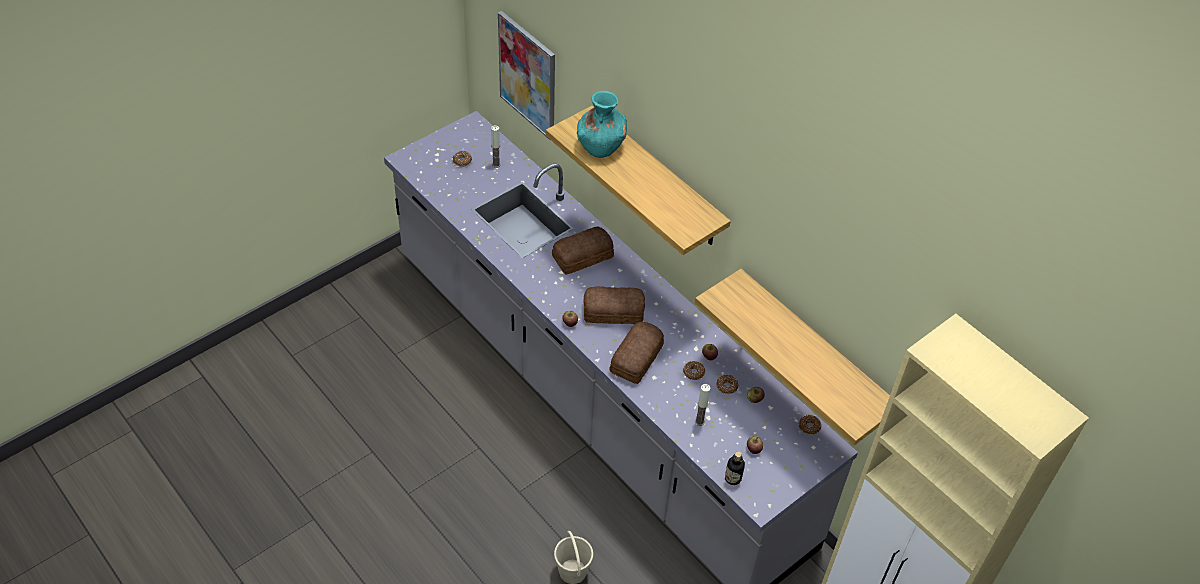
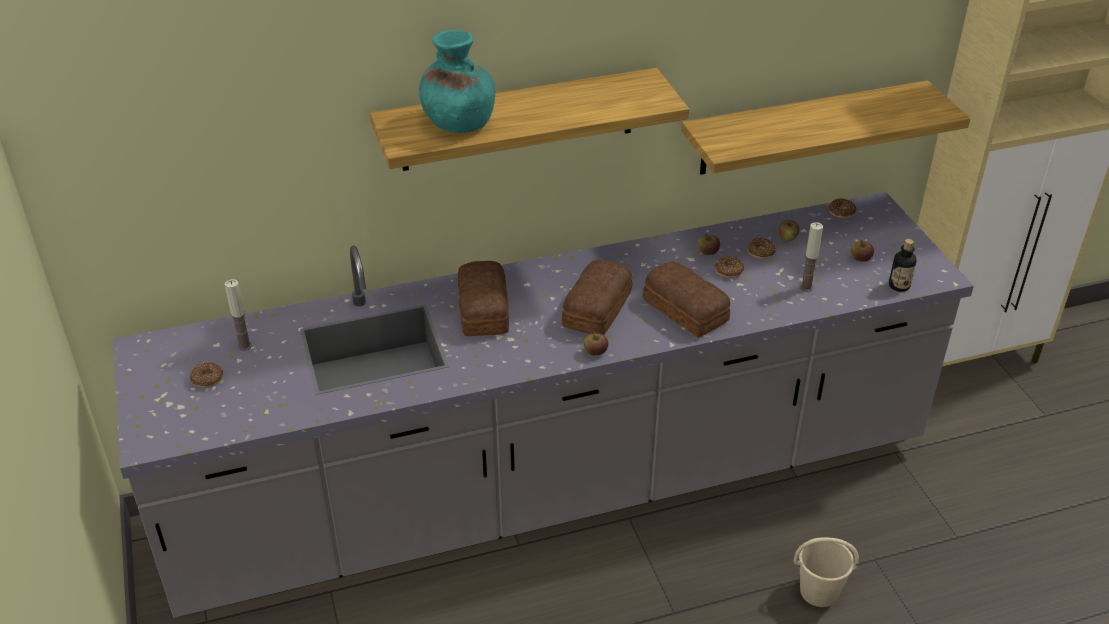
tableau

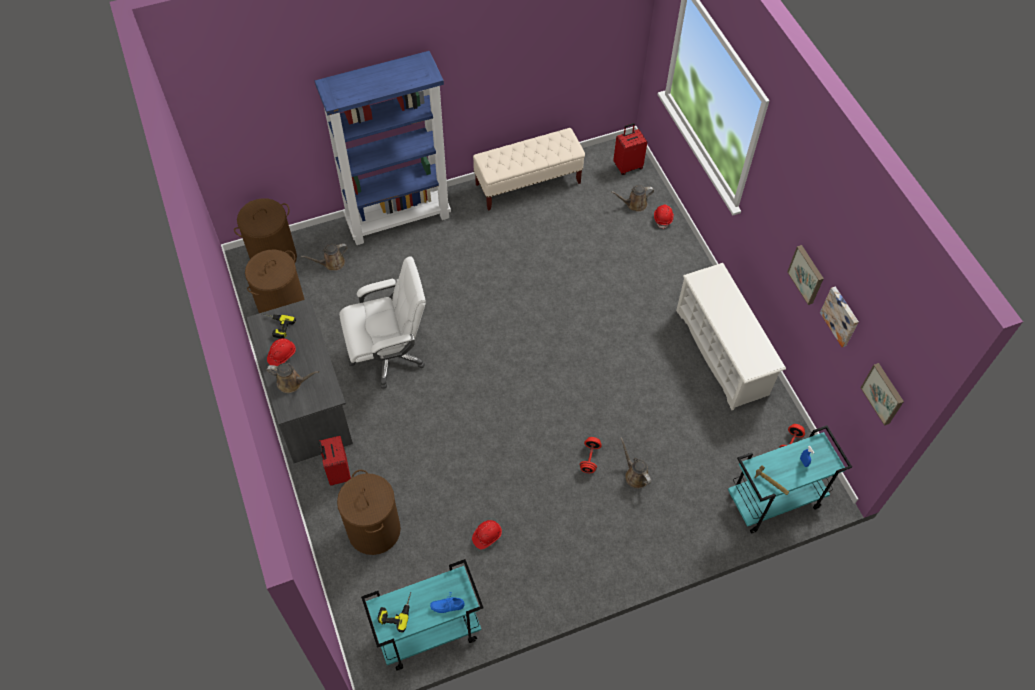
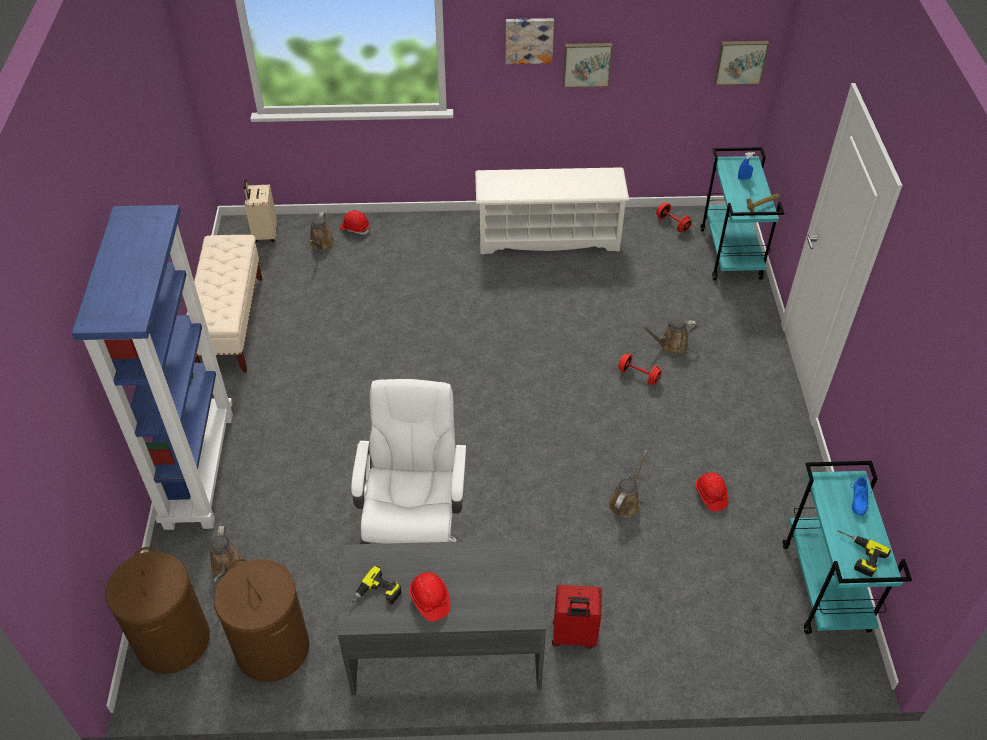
valise/beige
tableau (1st from left)
arrosoir/marron (3rd from left)
panier à linge/marron (3rd from left in the first image)

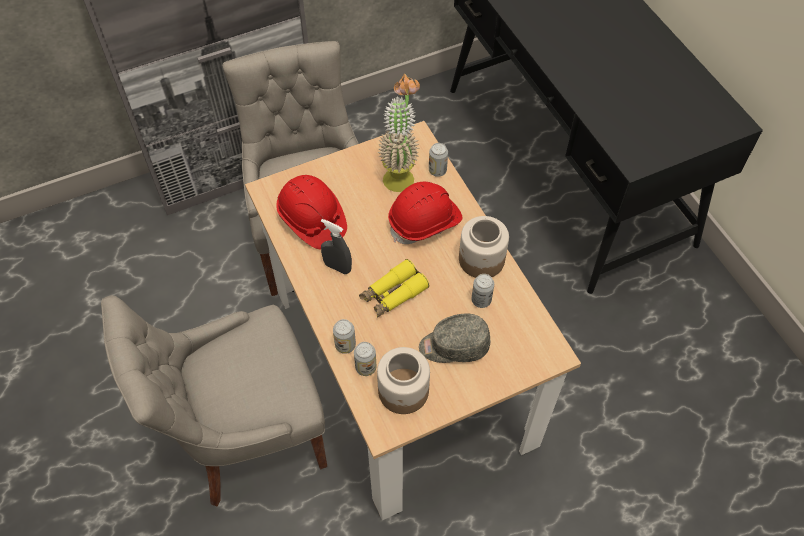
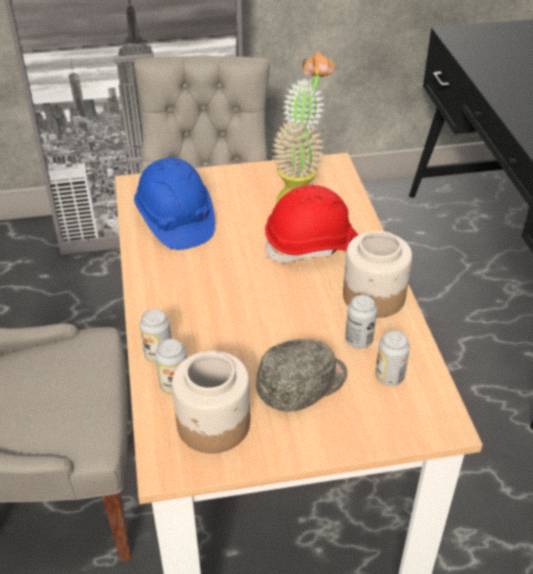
casque de chantier/bleu
casquette/gris
boîte métallique (4th from left)
vaporisateur/gris
jumelles/jaune

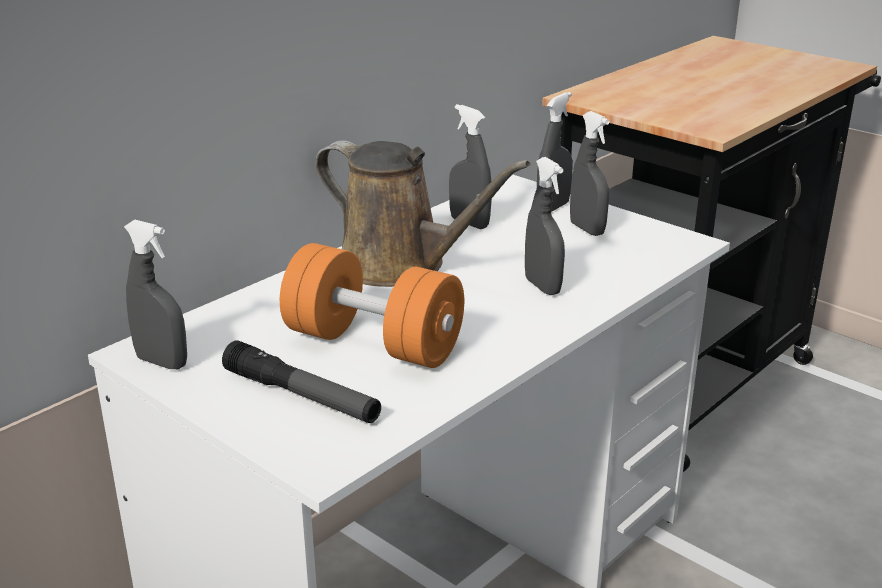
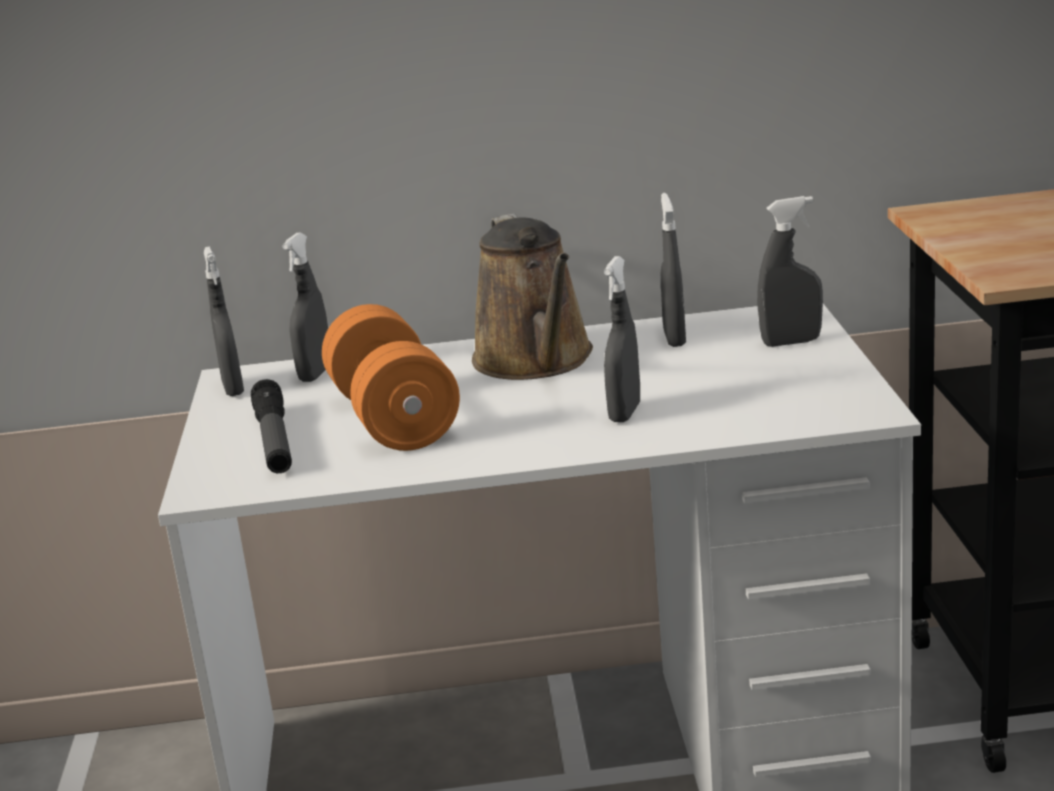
vaporisateur/gris (2nd from left)

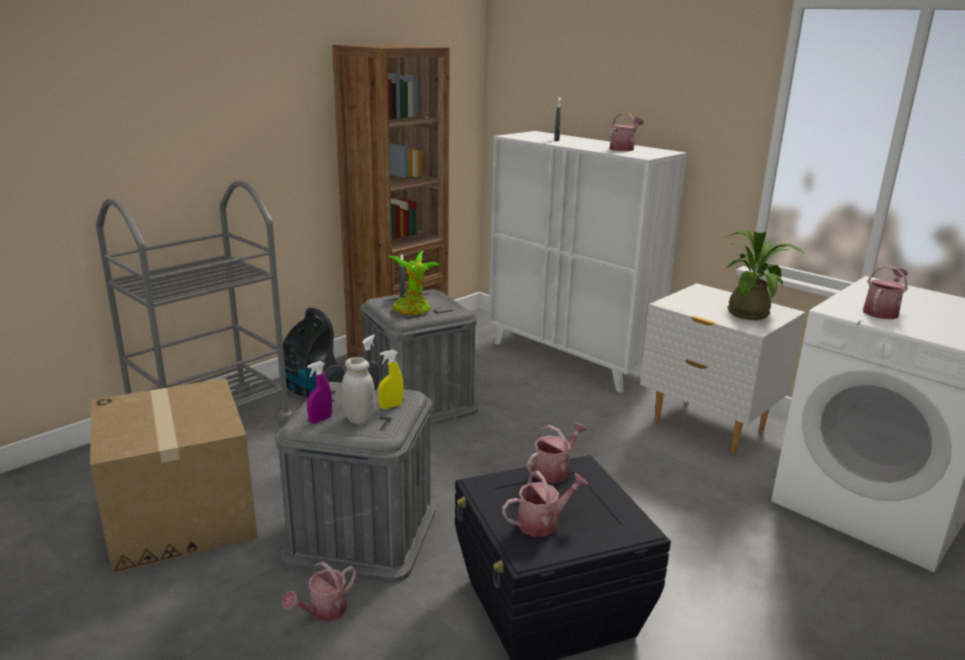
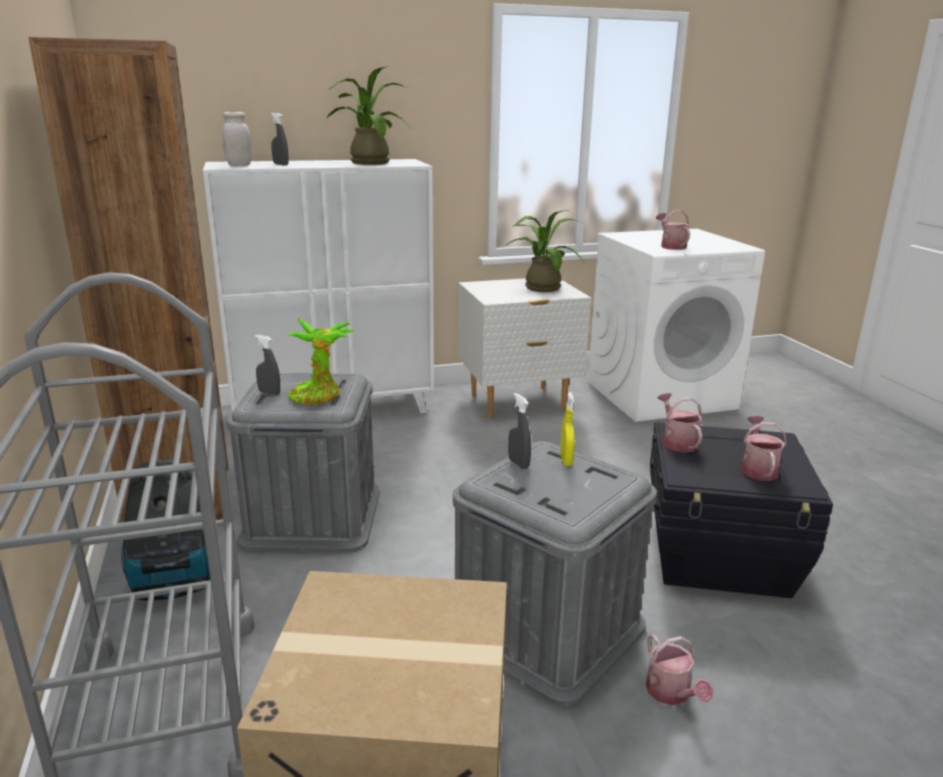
bocal/blanc
plante en pot (2nd from left)
vaporisateur/violet

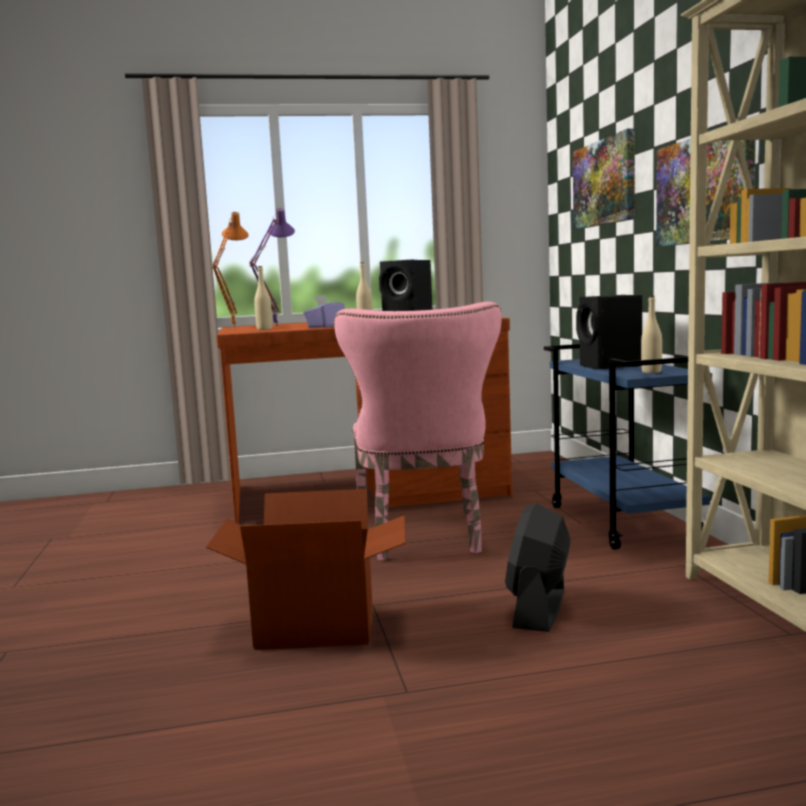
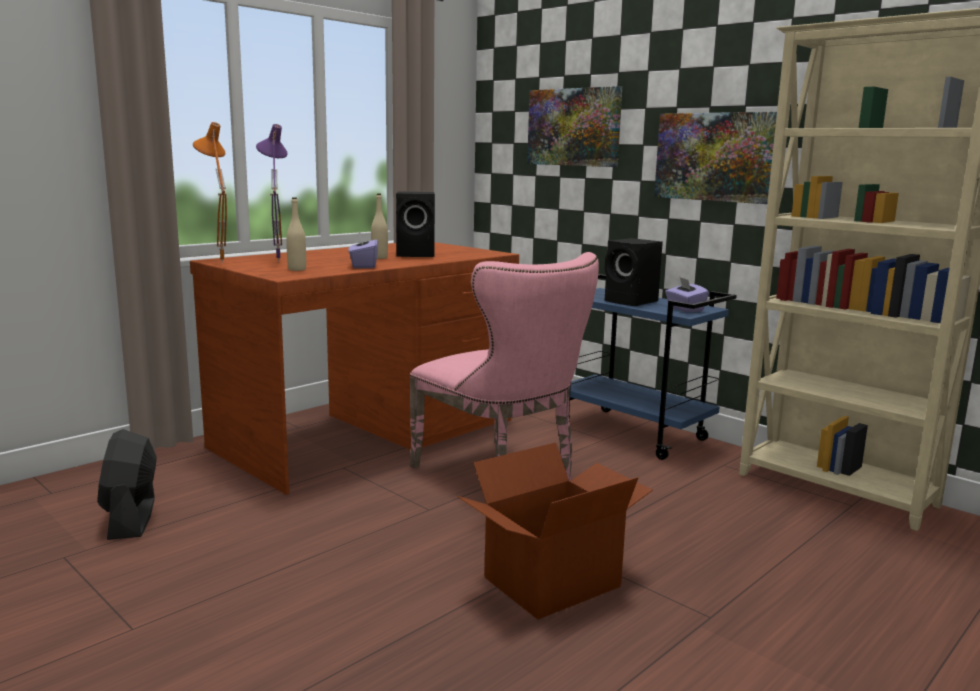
ventilateur/noir
boîte à mouchoirs/violet (2nd from left)

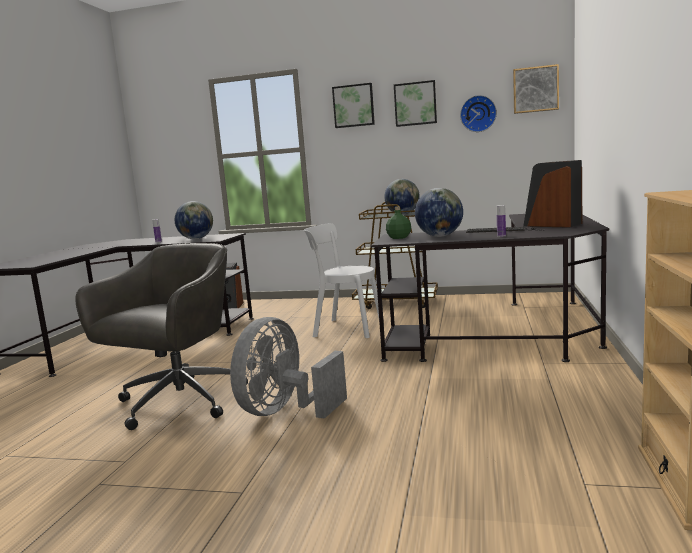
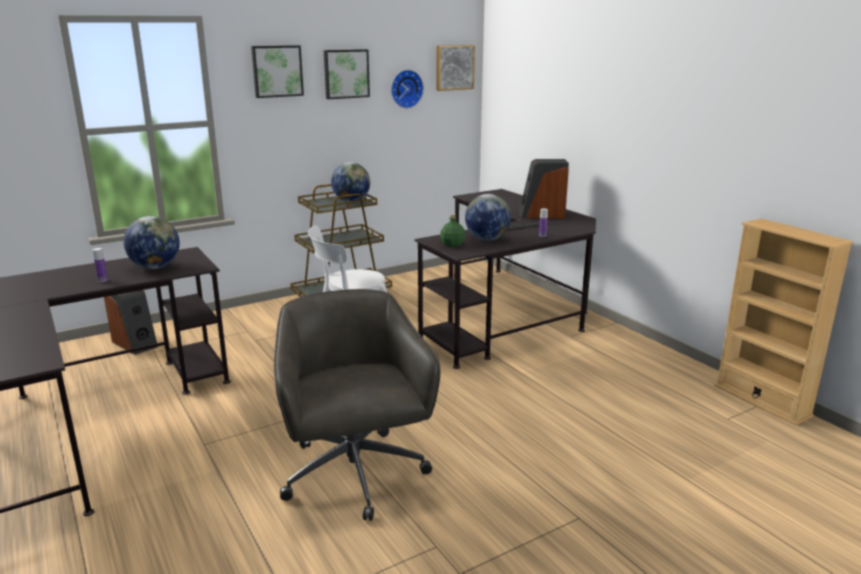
ventilateur/gris

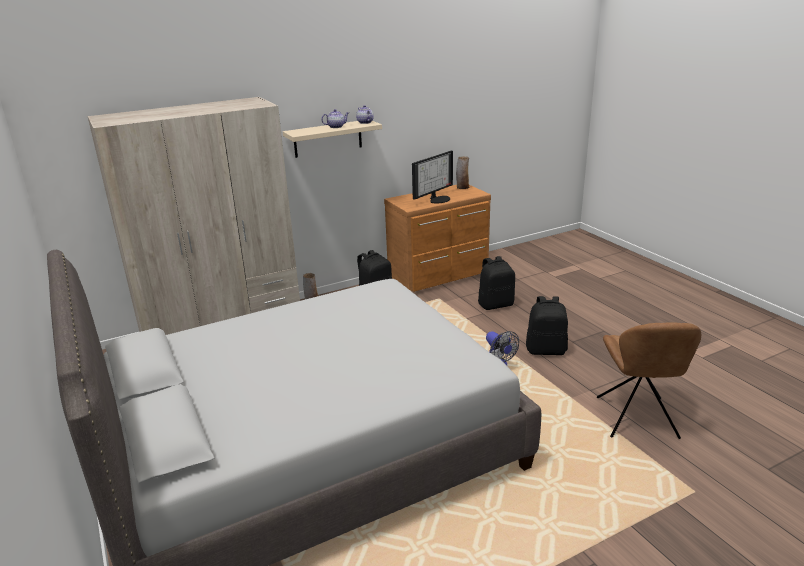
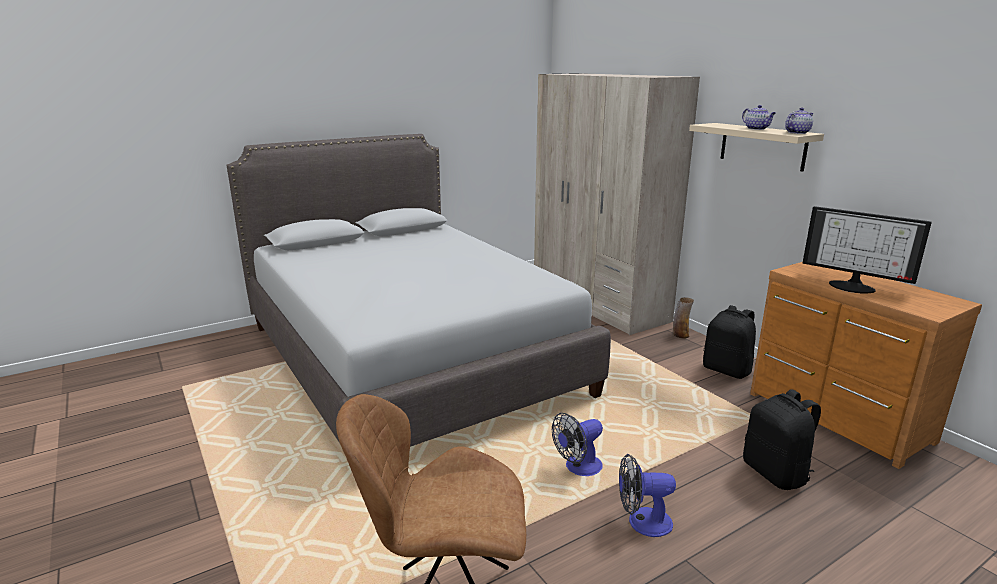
ventilateur (2nd from left)
vase (2nd from left in the first image)

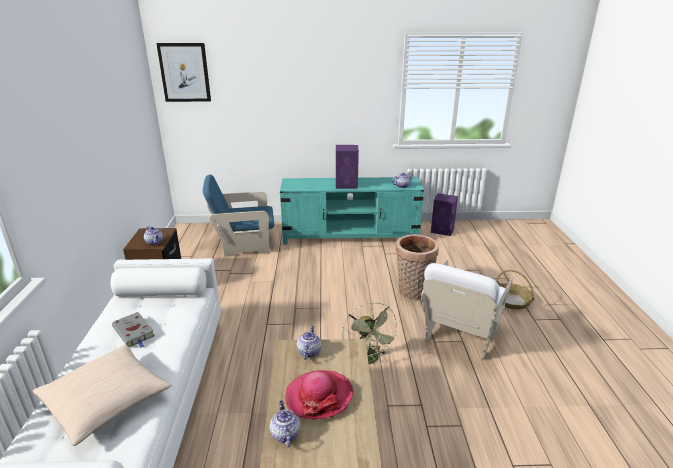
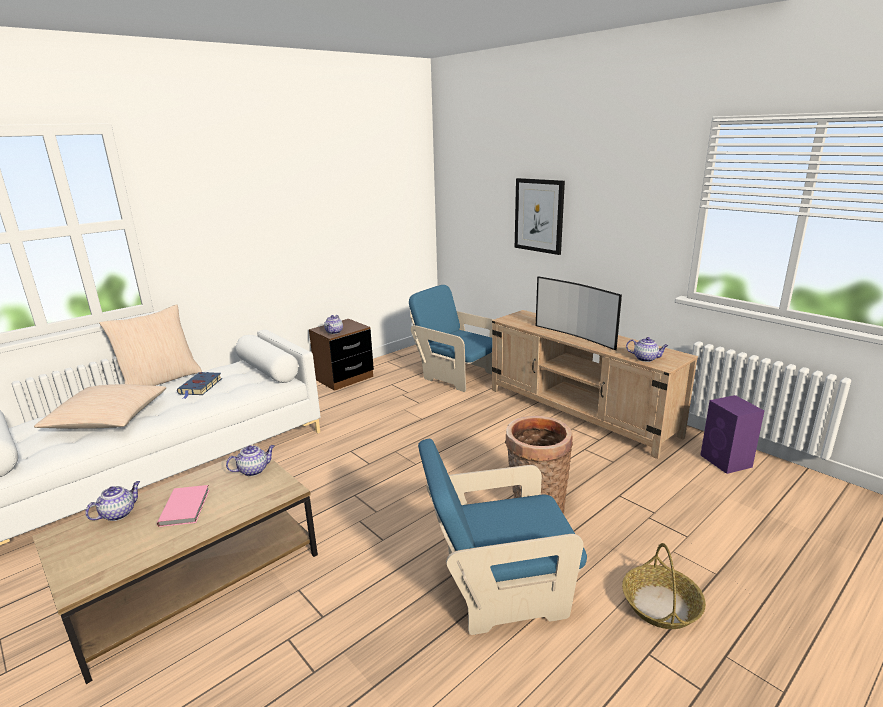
coussin/beige (2nd from left)
livre/rose
livre/bleu
fauteuil/bleu (2nd from left)
meuble télé/beige
tableau
téléviseur
ventilateur/vert

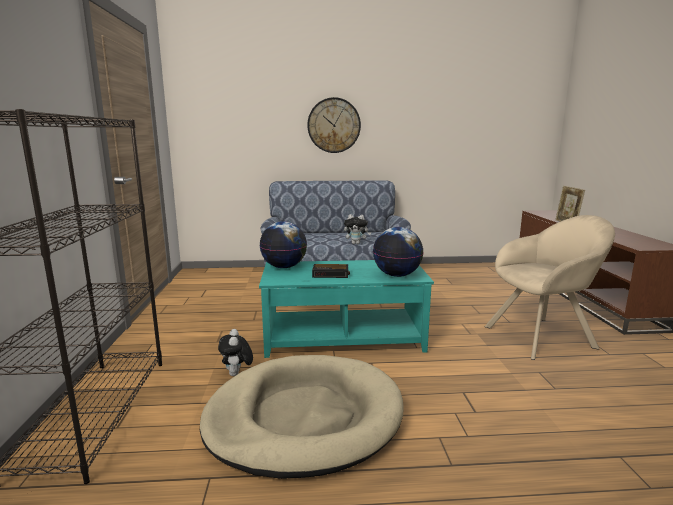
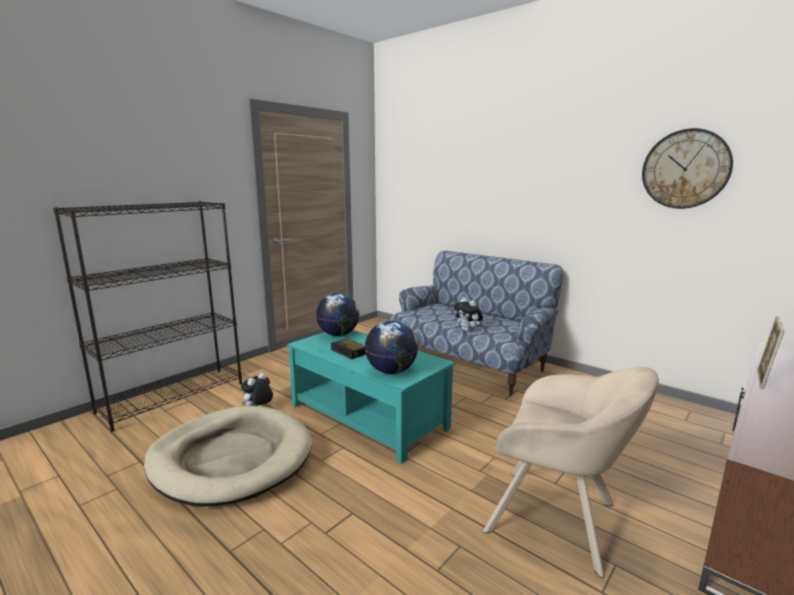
horloge murale

